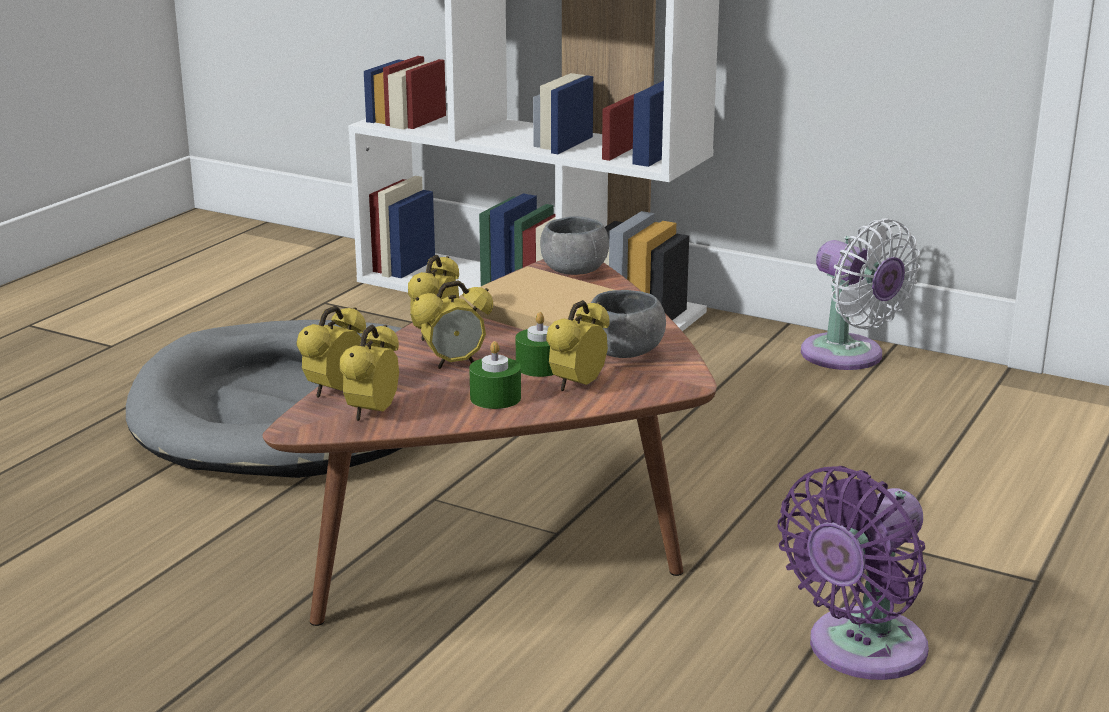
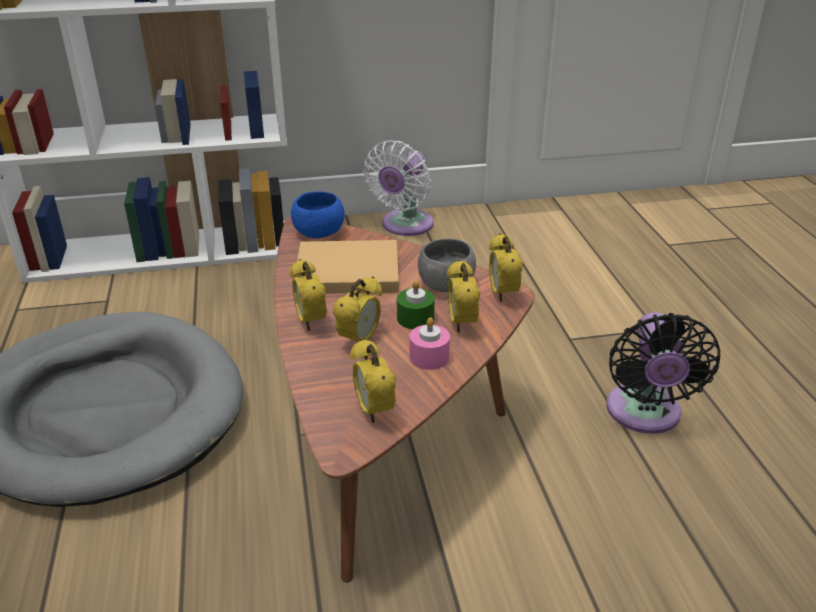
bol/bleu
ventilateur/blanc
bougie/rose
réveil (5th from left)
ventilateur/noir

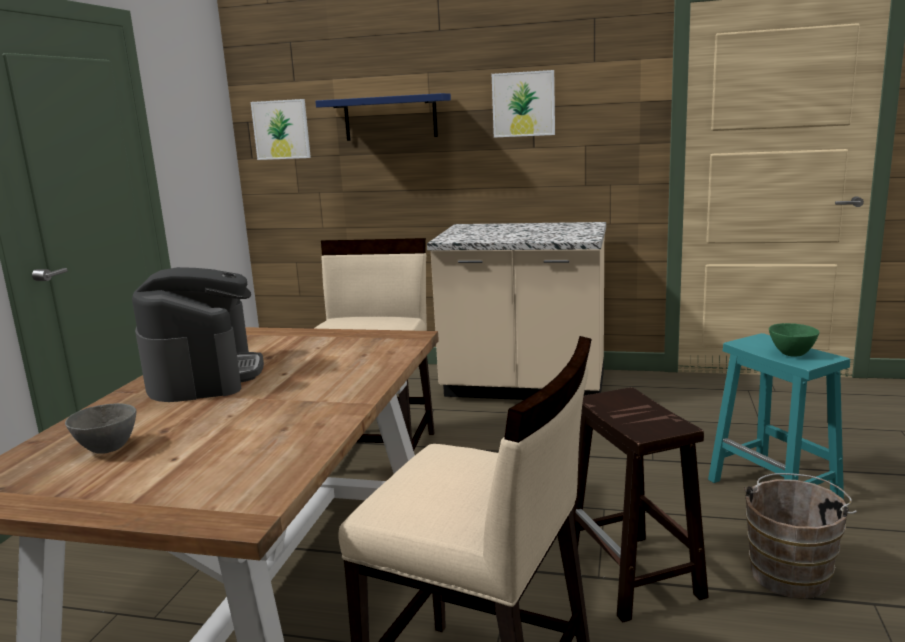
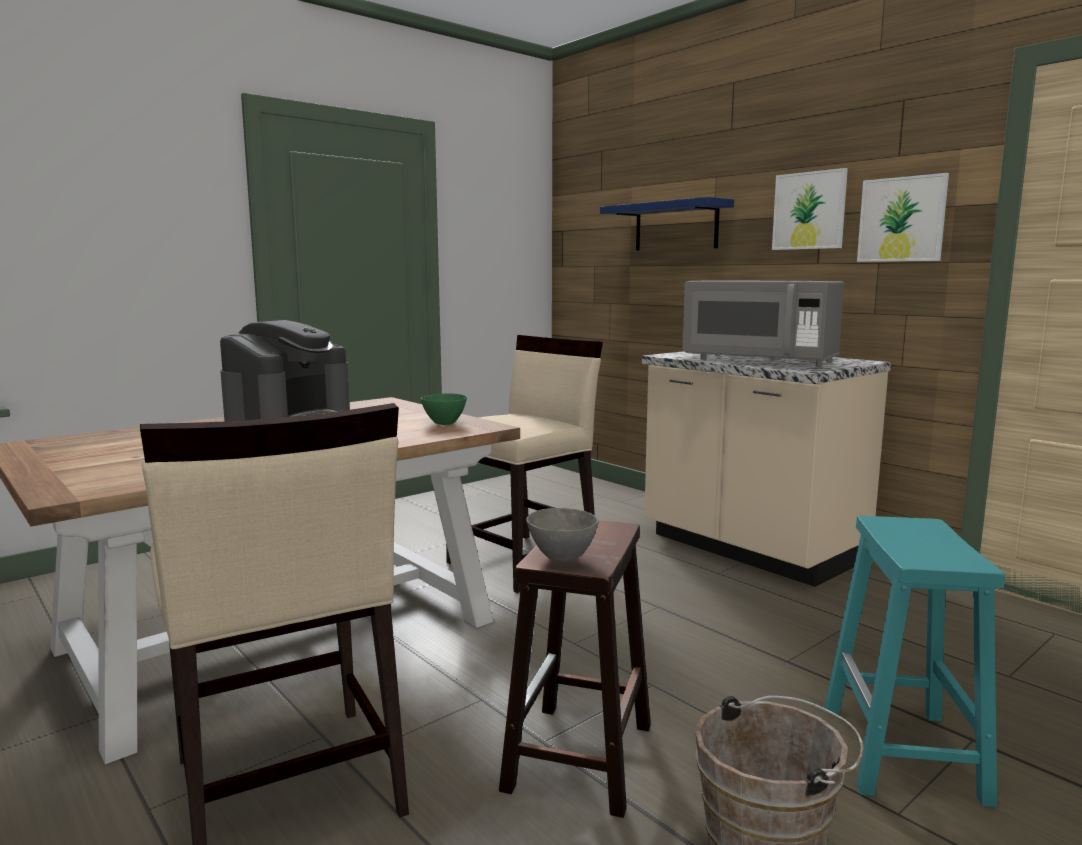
bol/vert
bol/gris
micro-ondes/gris
tableau (2nd from left)

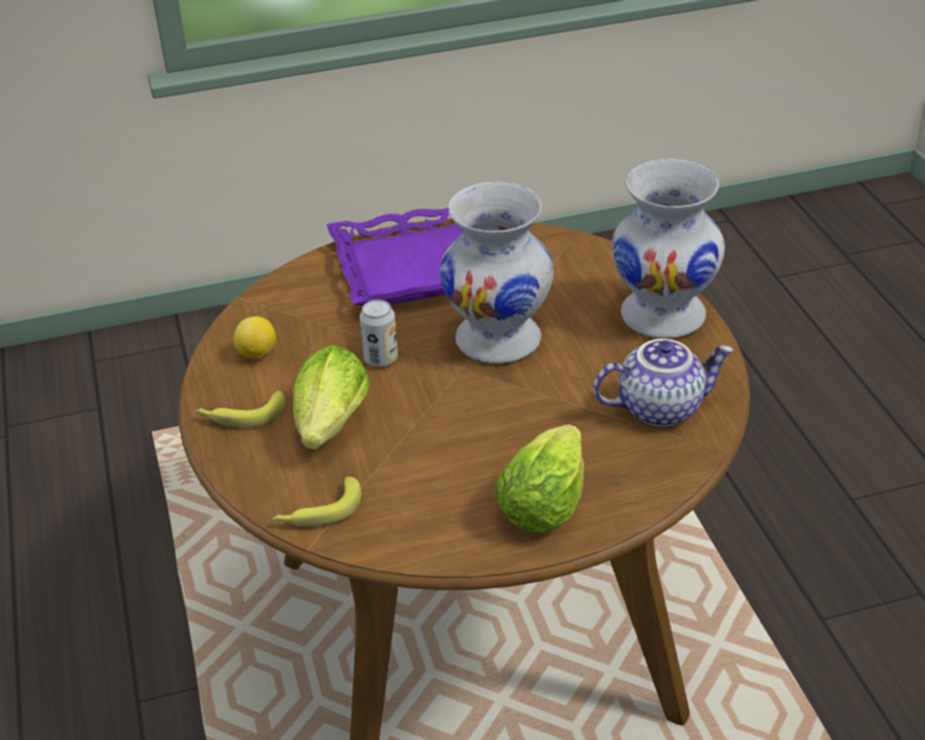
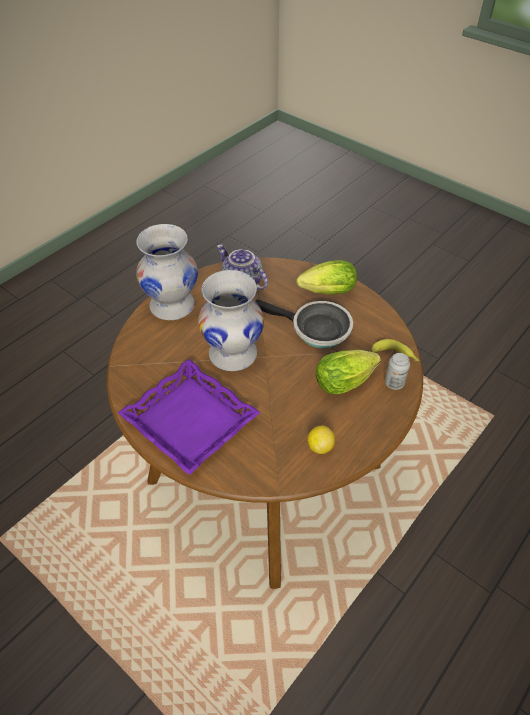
poêle
boîte métallique
banane (1st from left in the first image)

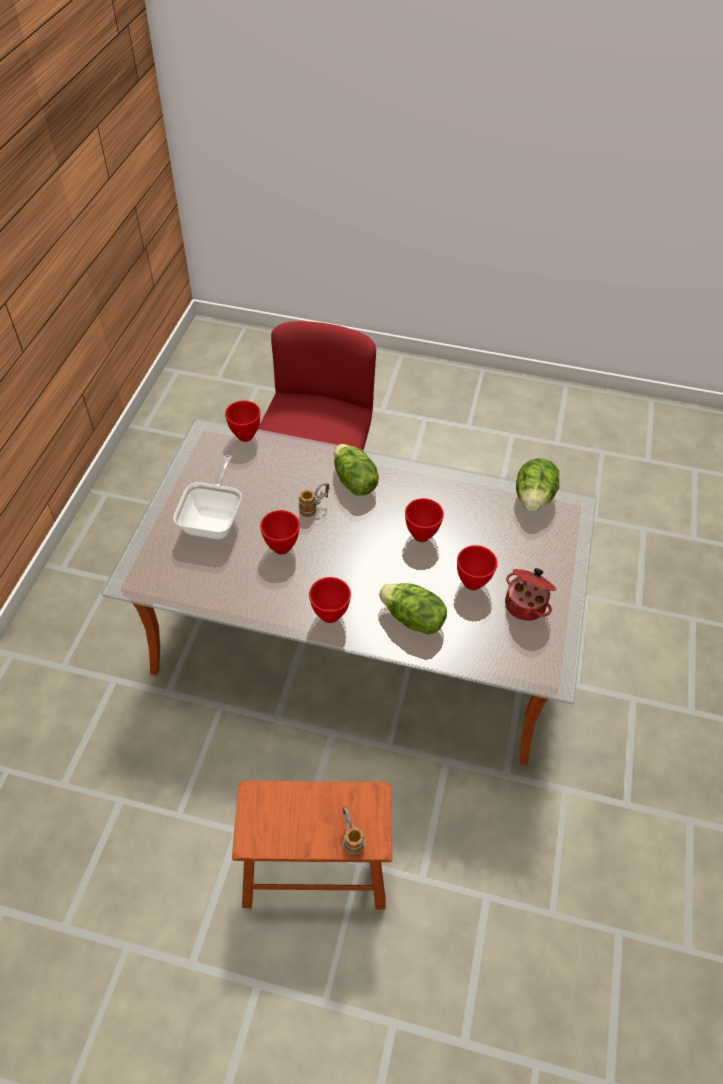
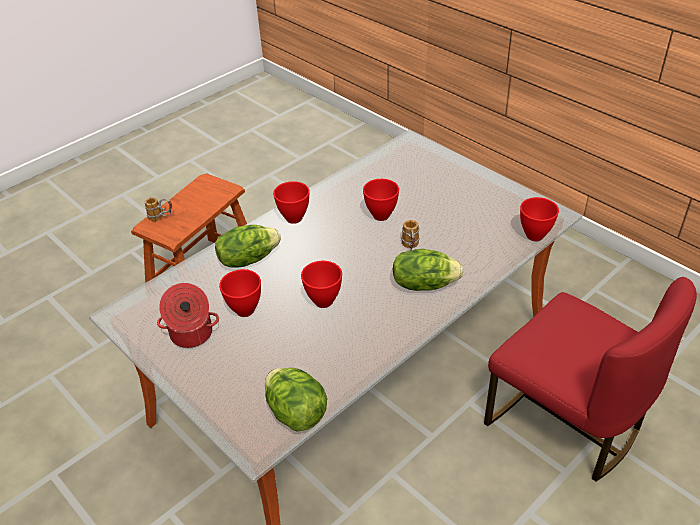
poêle

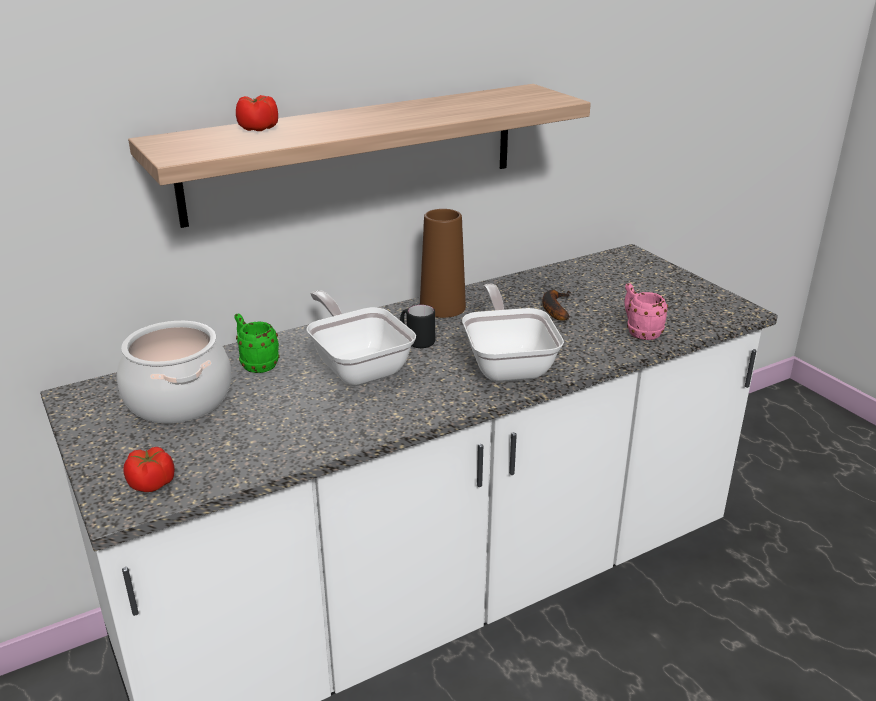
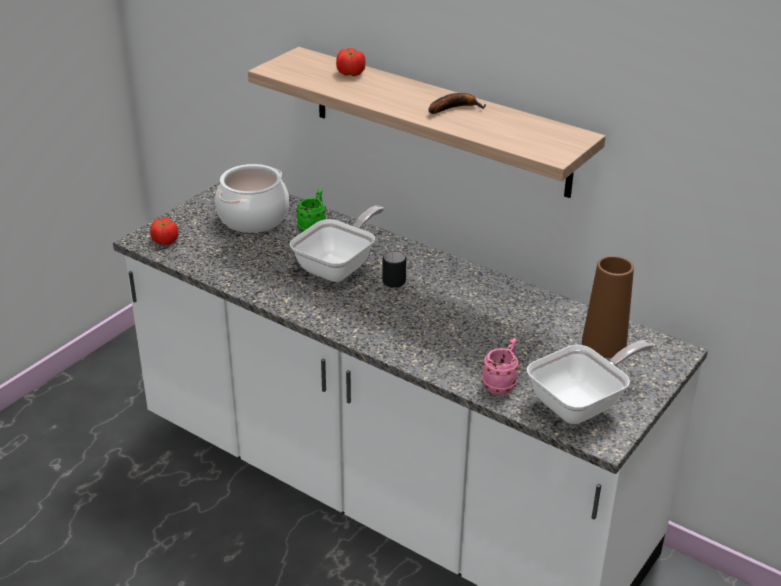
banane
poêle (2nd from left)
vase/marron

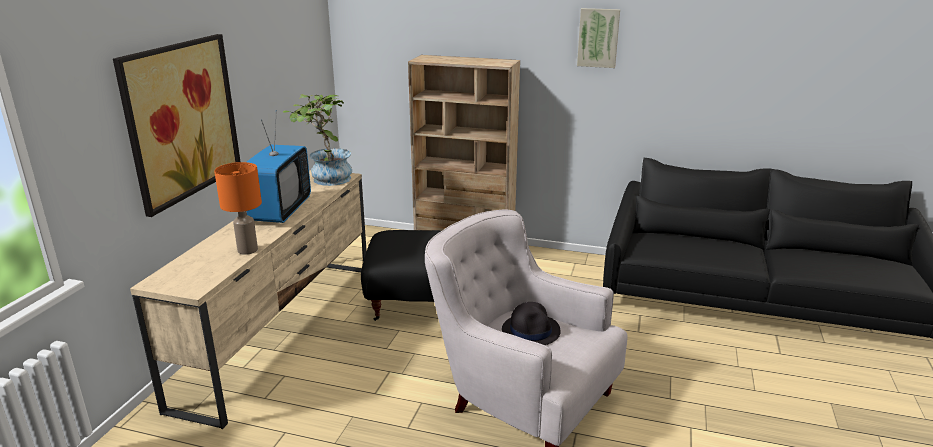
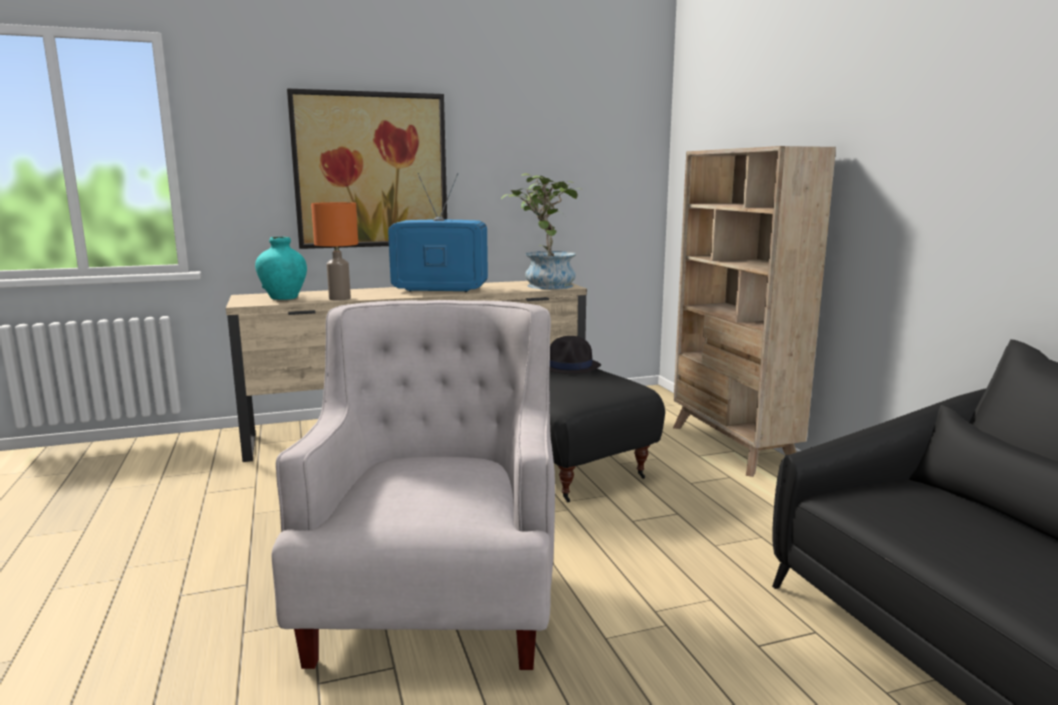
vase/turquoise
téléviseur
chapeau/noir
tableau (2nd from left in the first image)

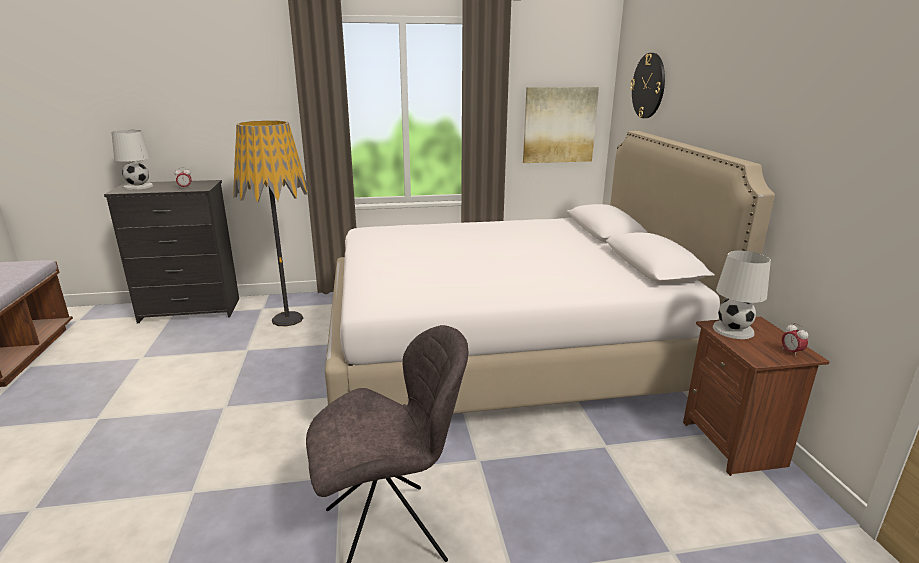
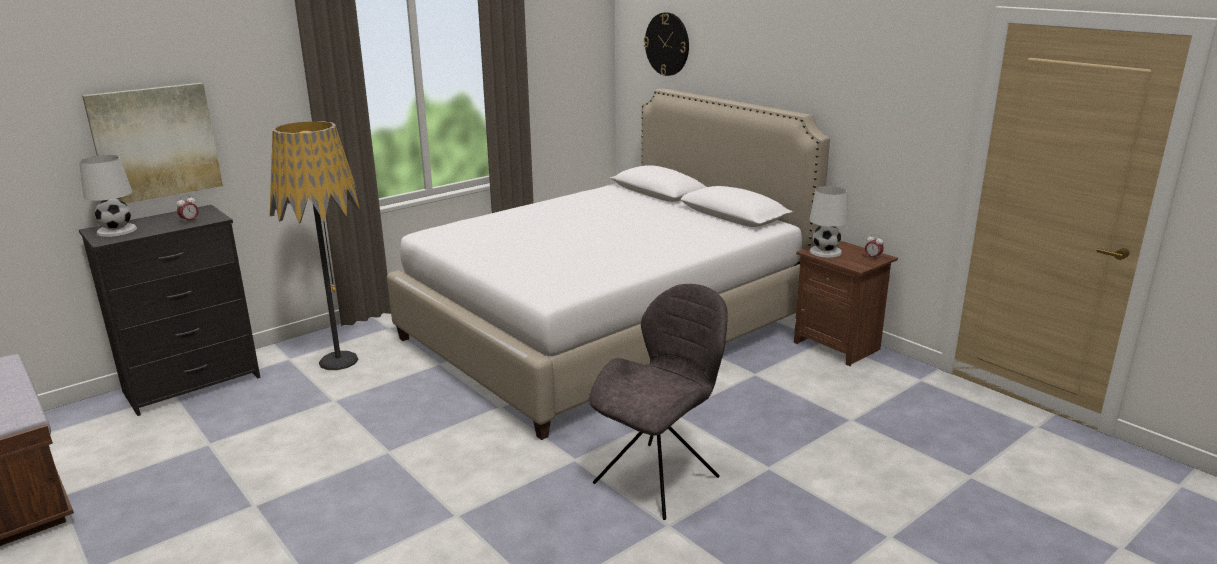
tableau

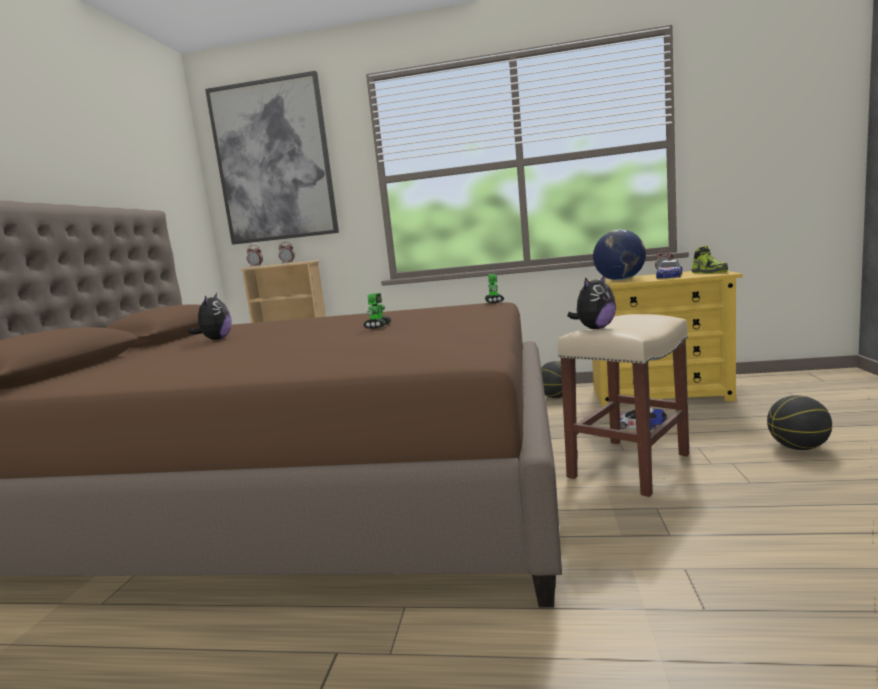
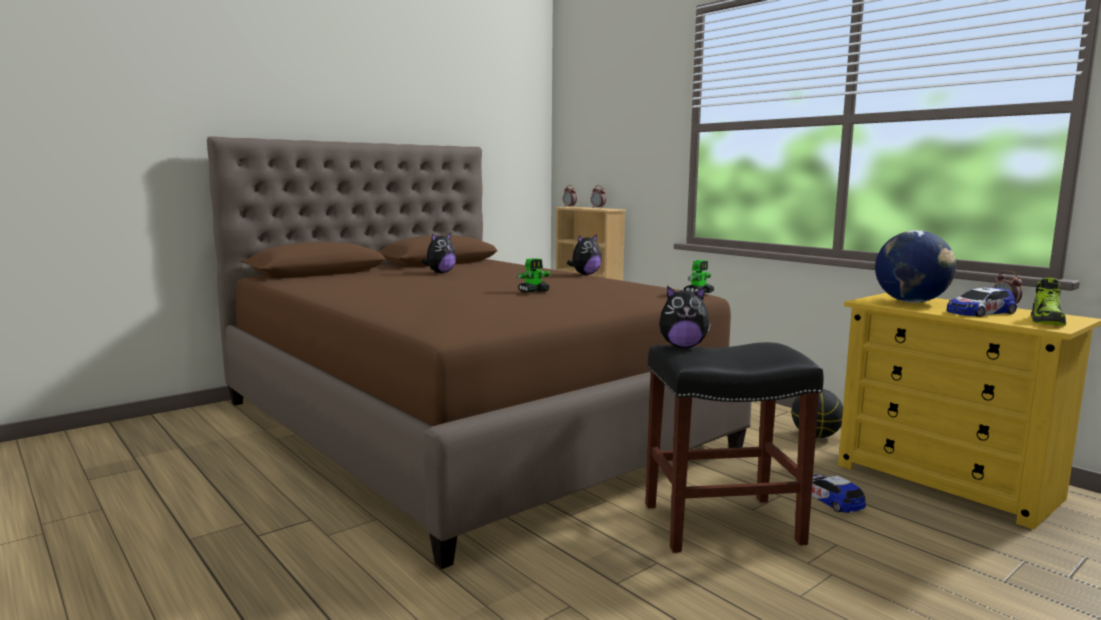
peluche (2nd from left)
tabouret/noir
tableau
ballon de basket (2nd from left in the first image)

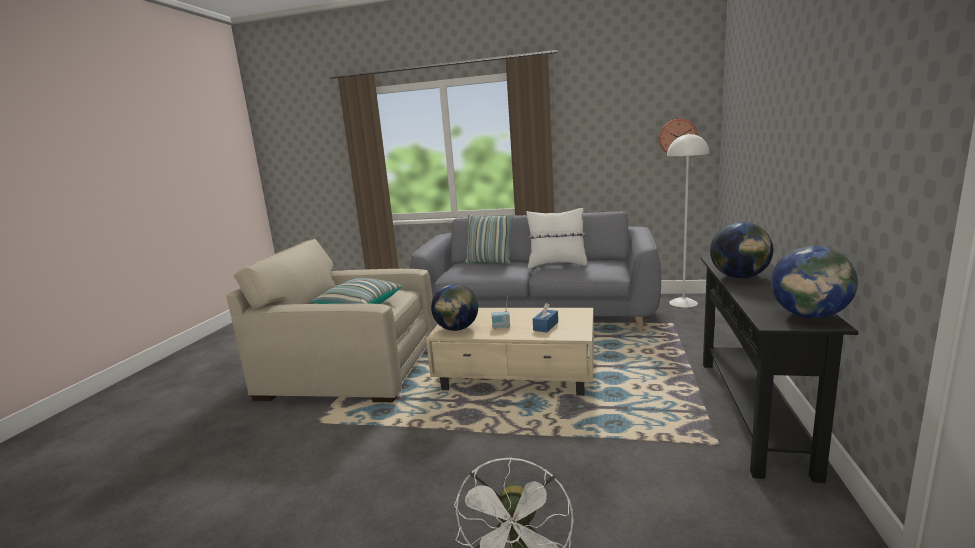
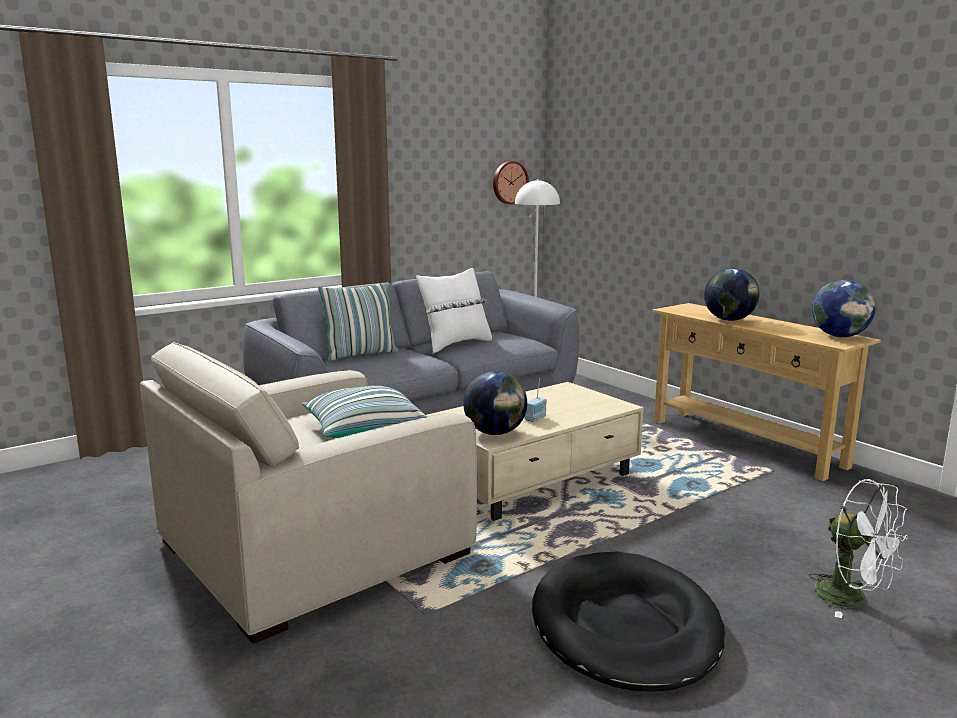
panier pour chien/noir
table console/beige
boîte à mouchoirs/bleu

